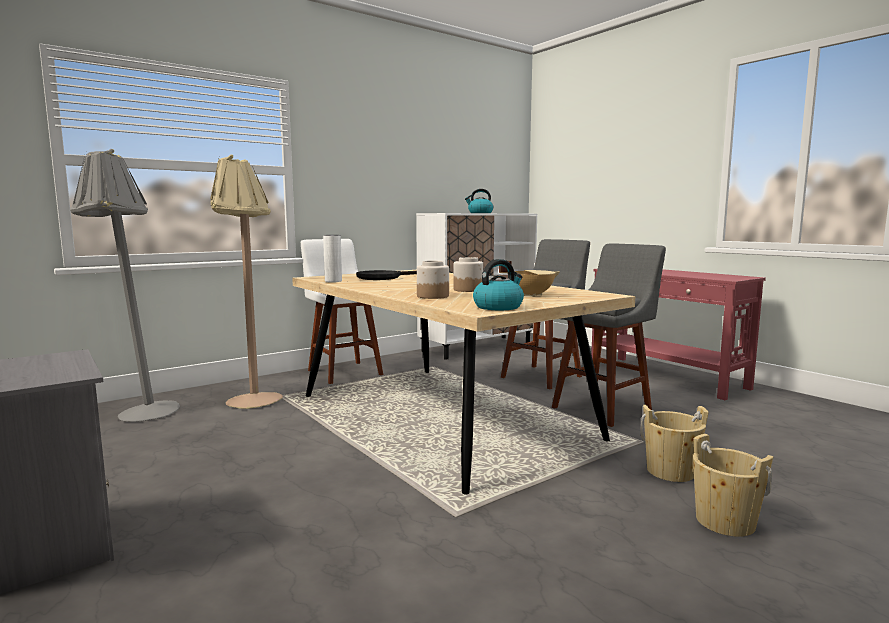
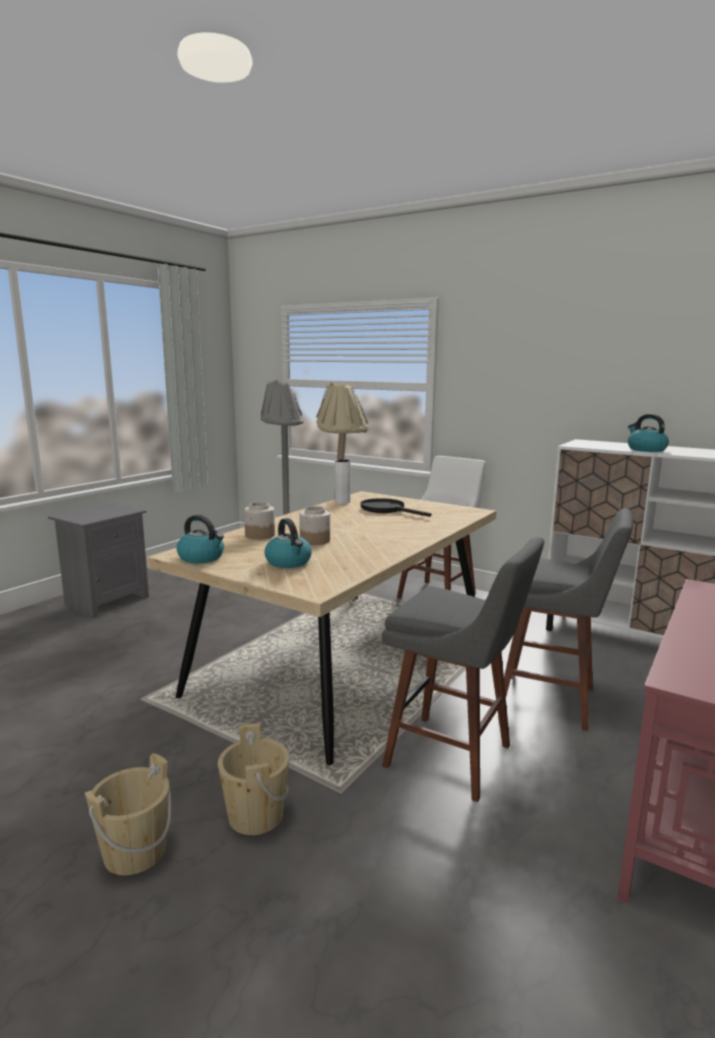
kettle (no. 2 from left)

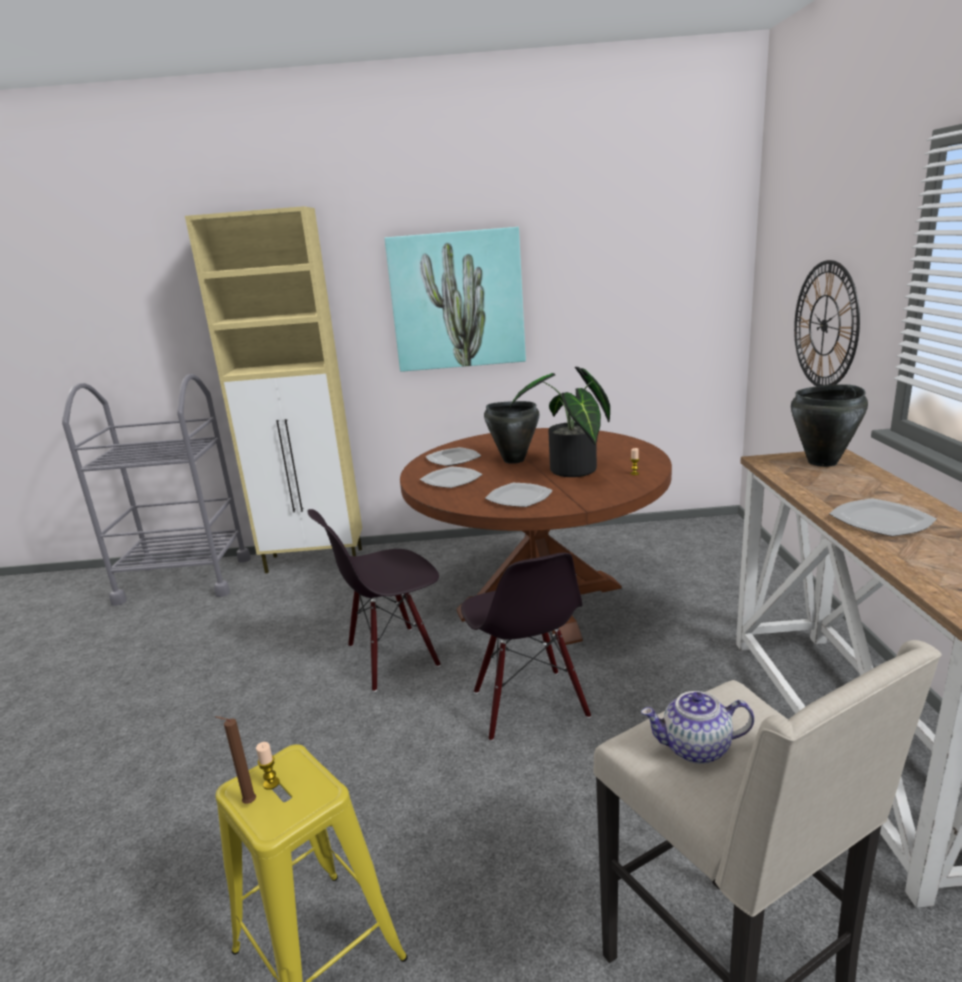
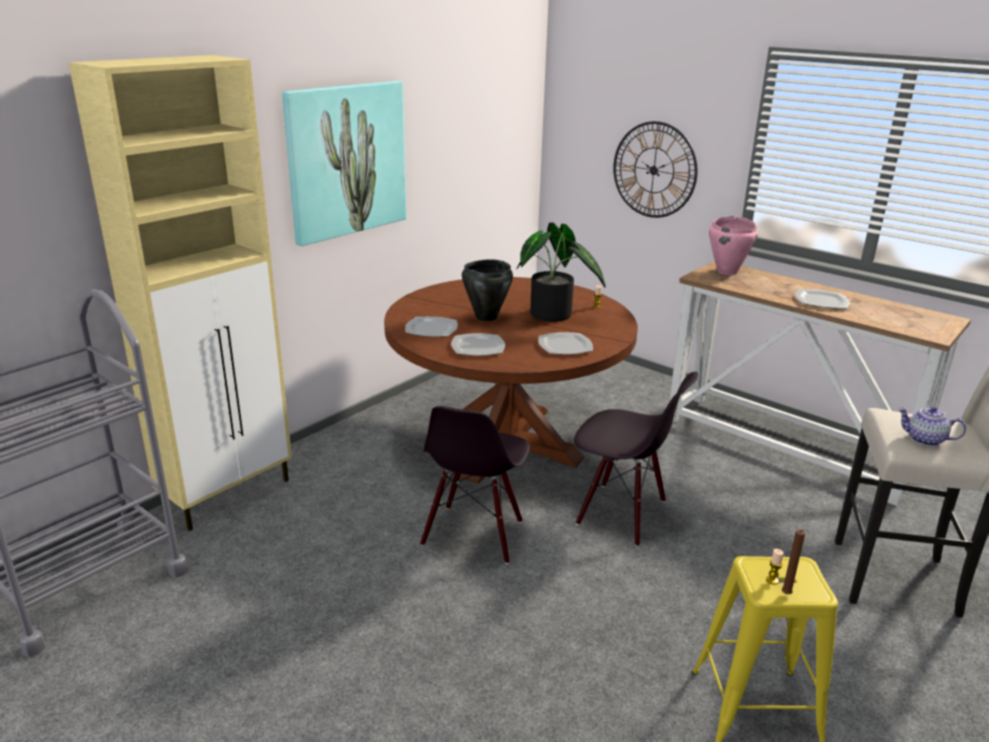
pinkish stockpot
pot for tea

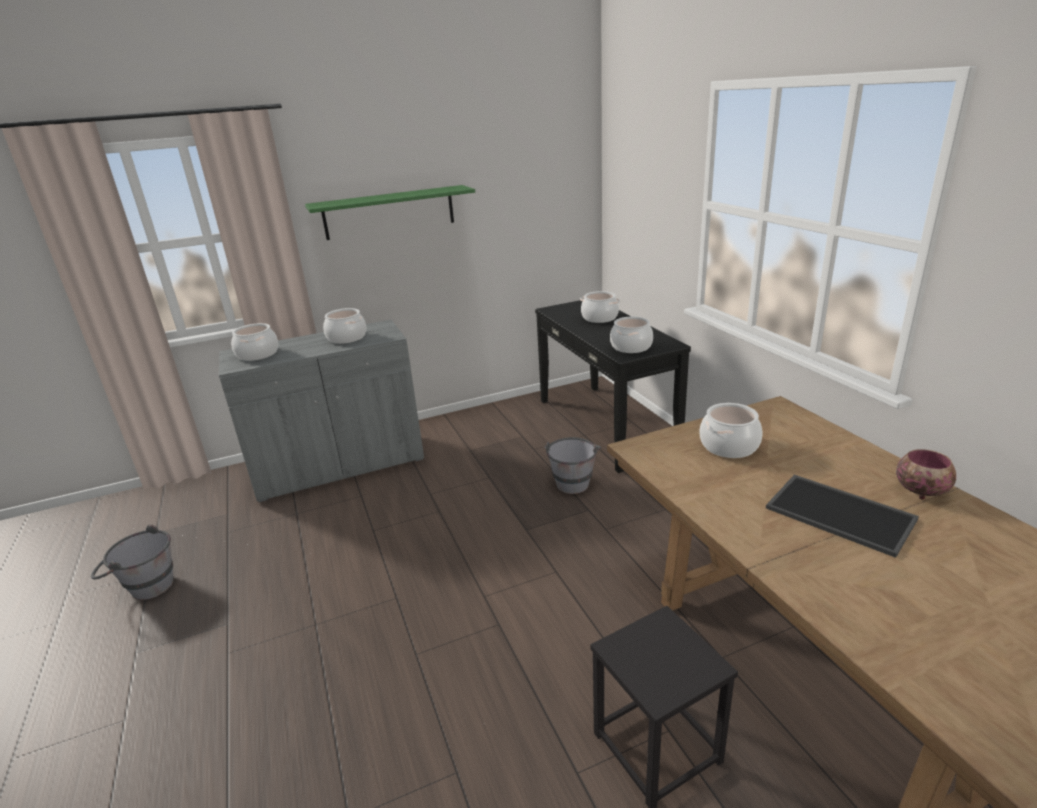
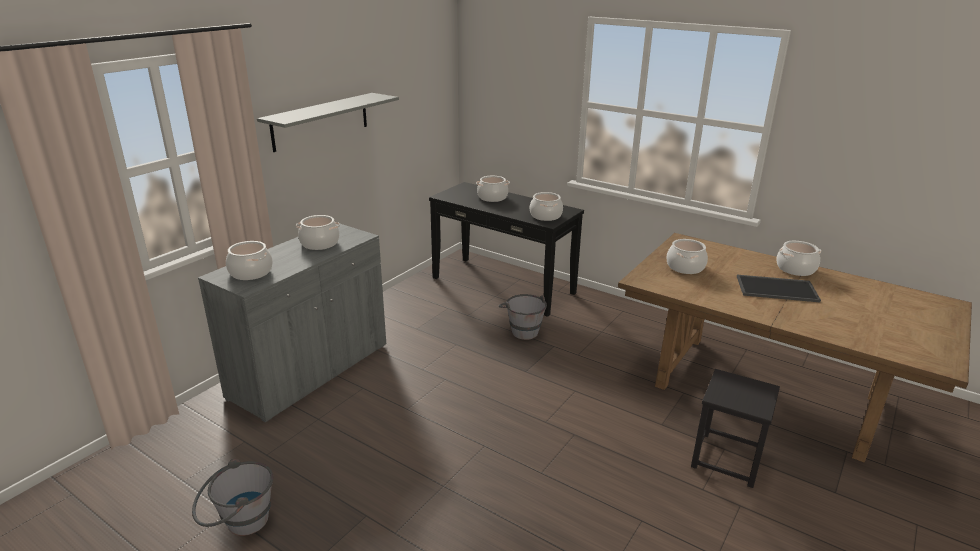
grey shelf
stockpot (no. 6 from left)

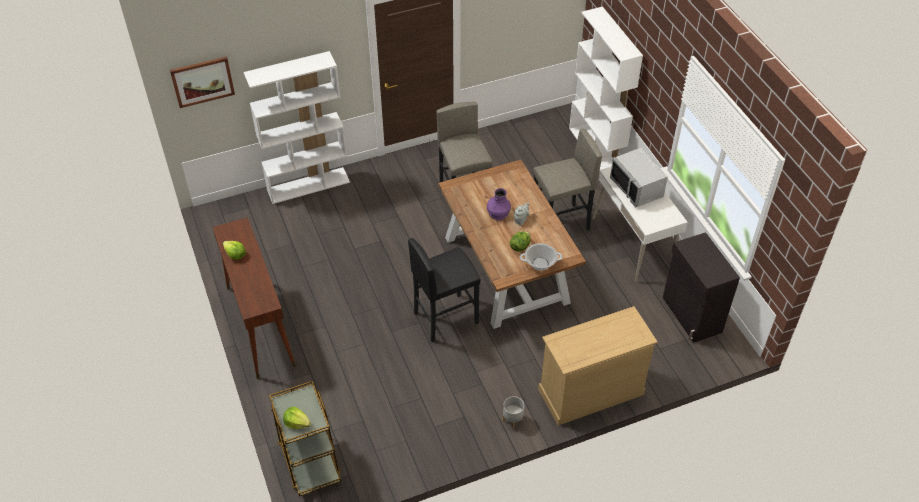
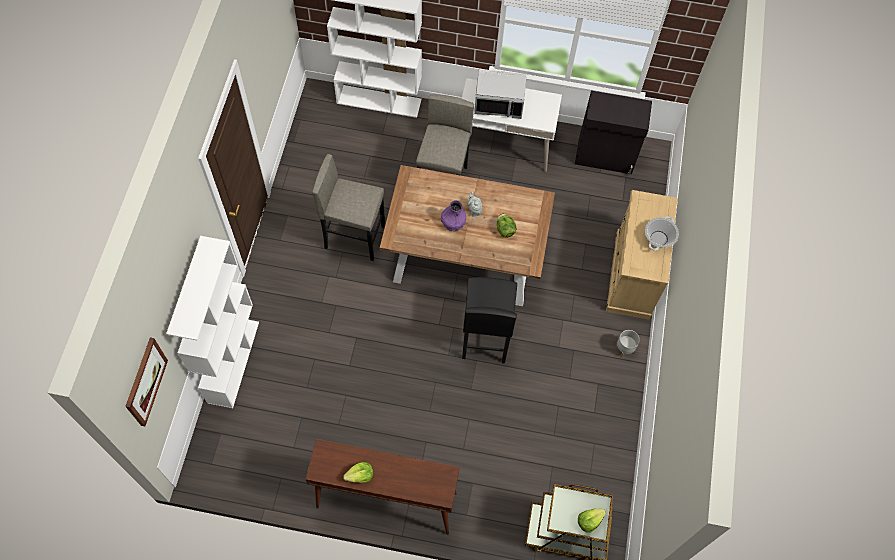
stockpot

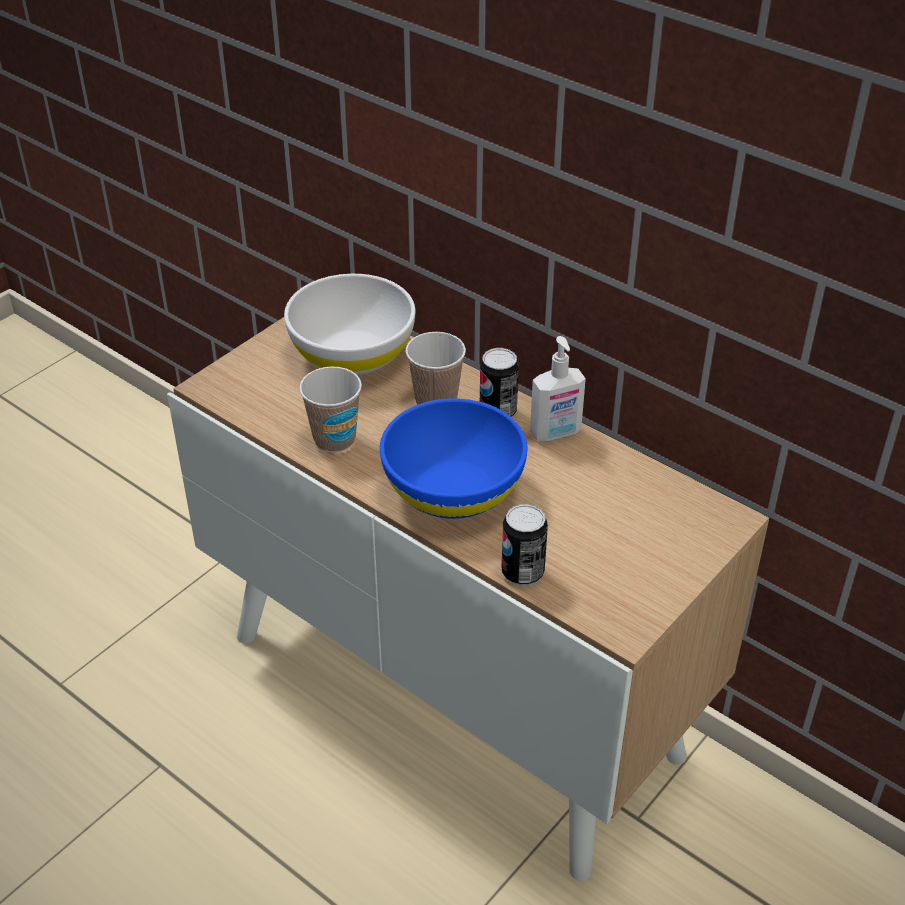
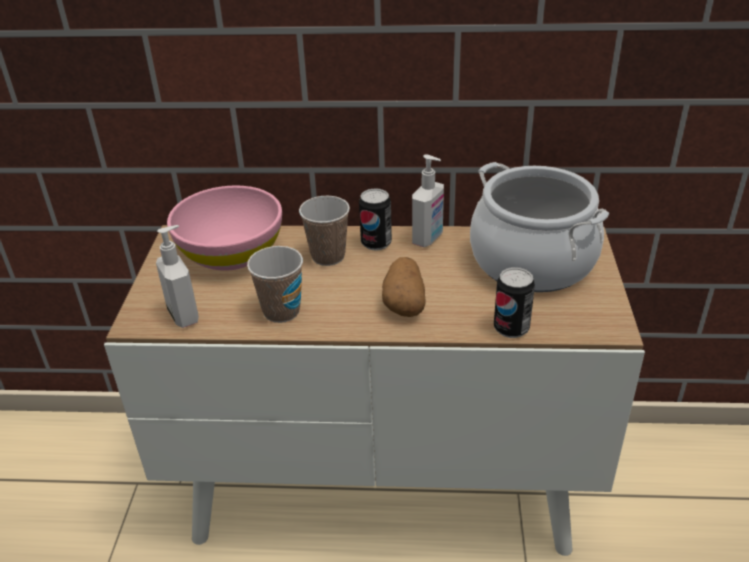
pinkish deep dish
potato
stockpot
soap dispenser (no. 1 from left)

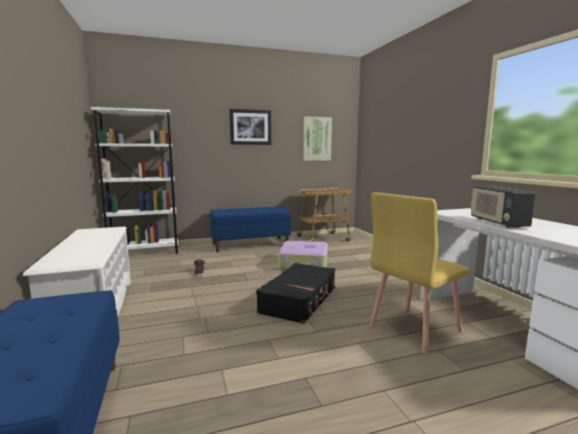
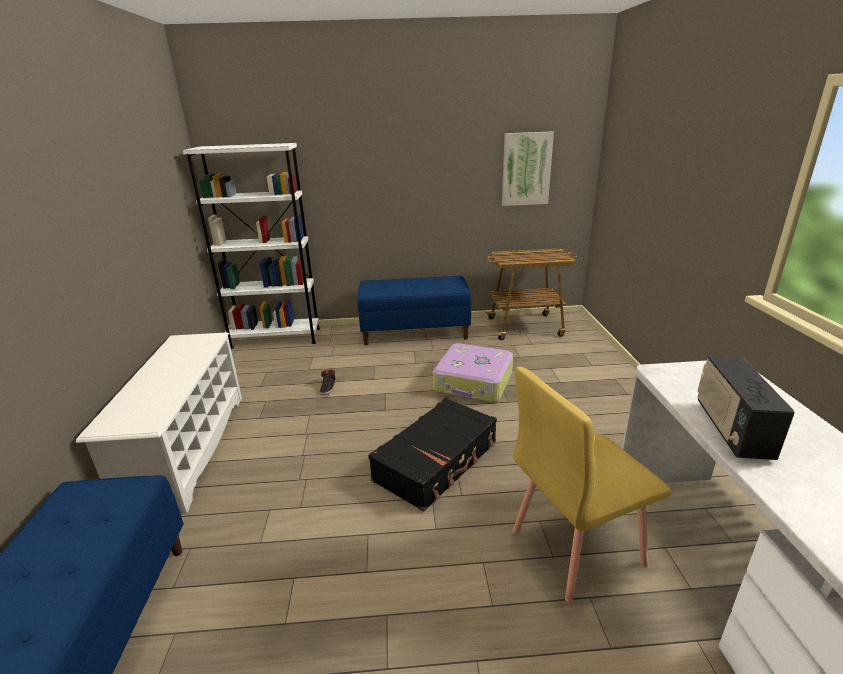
picture (no. 1 from left in the first image)

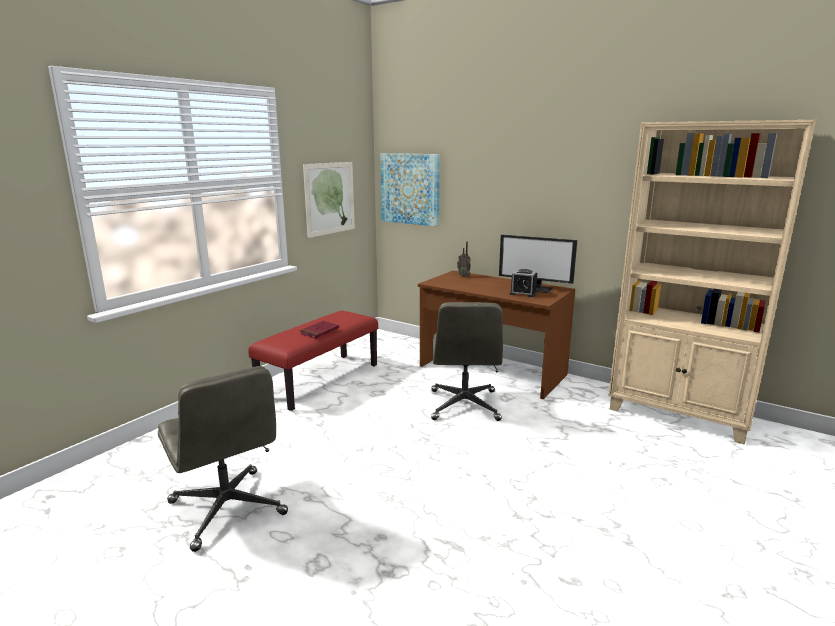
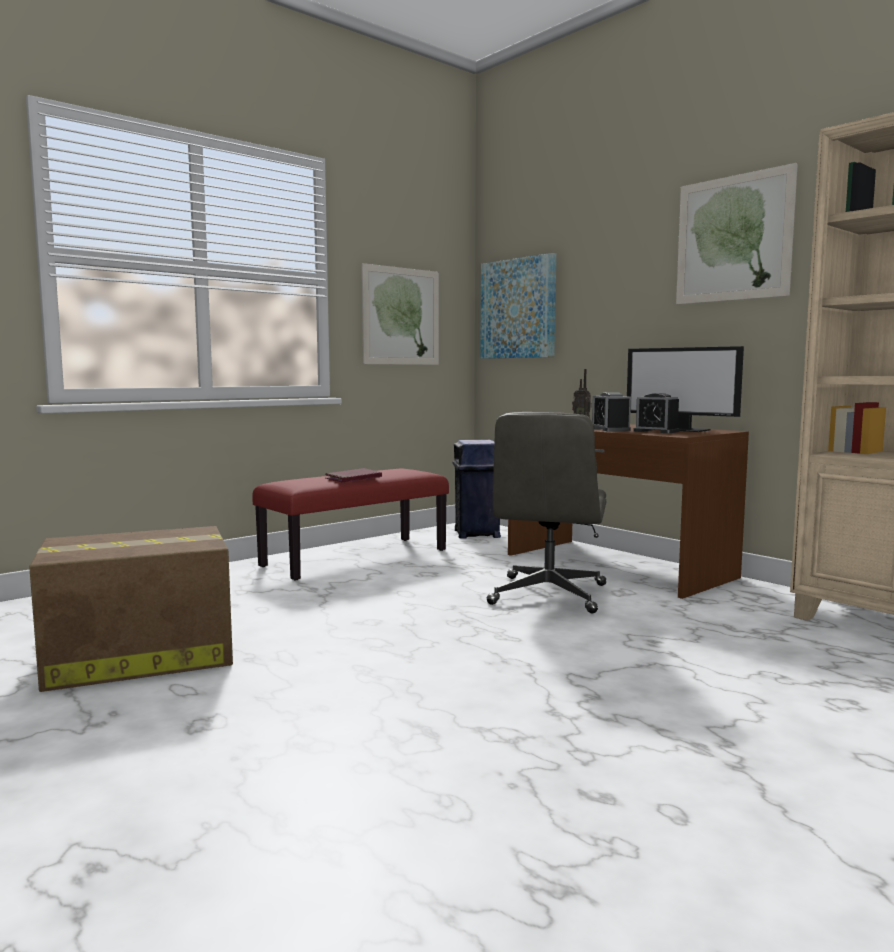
packing box
picture (no. 3 from left)
alarm clock (no. 1 from left)
blue rubbish bin

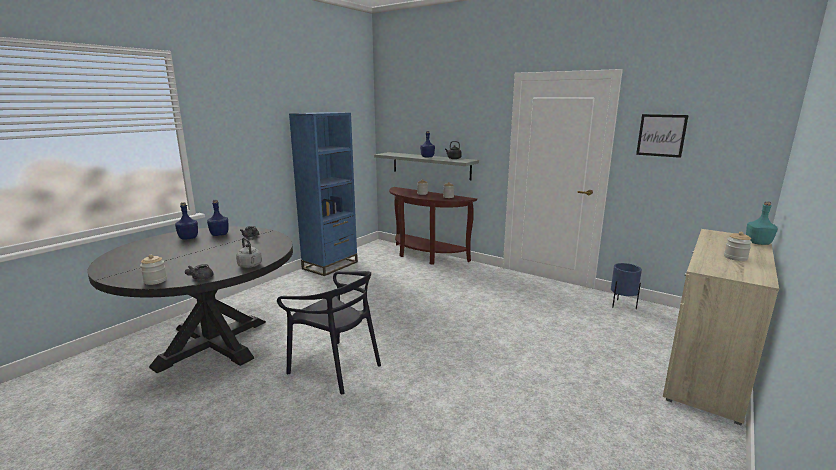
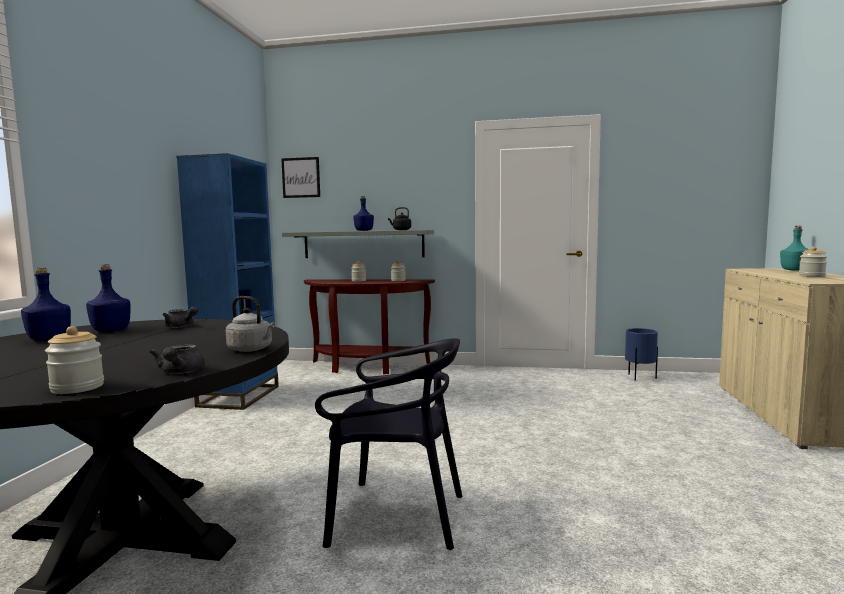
picture

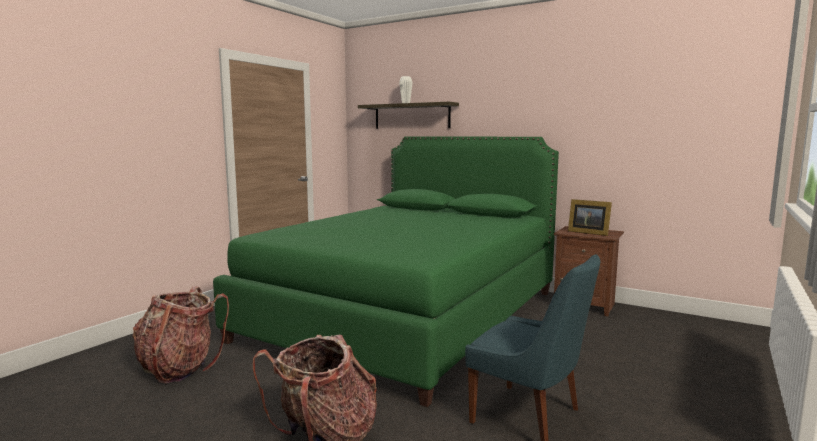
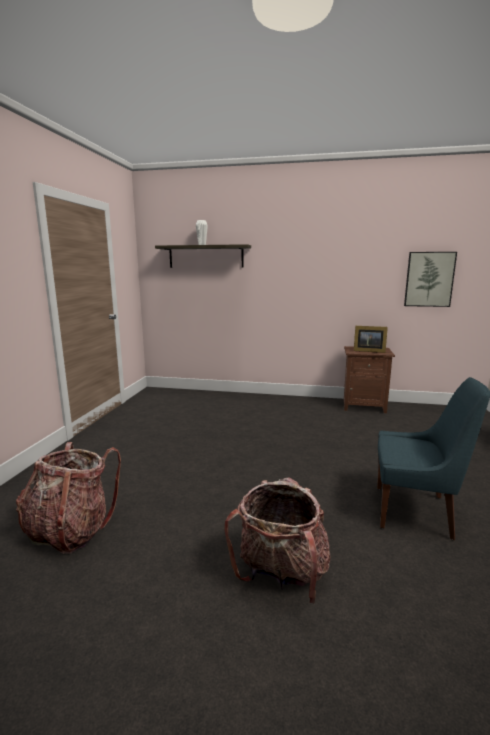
green sleeping bed
picture

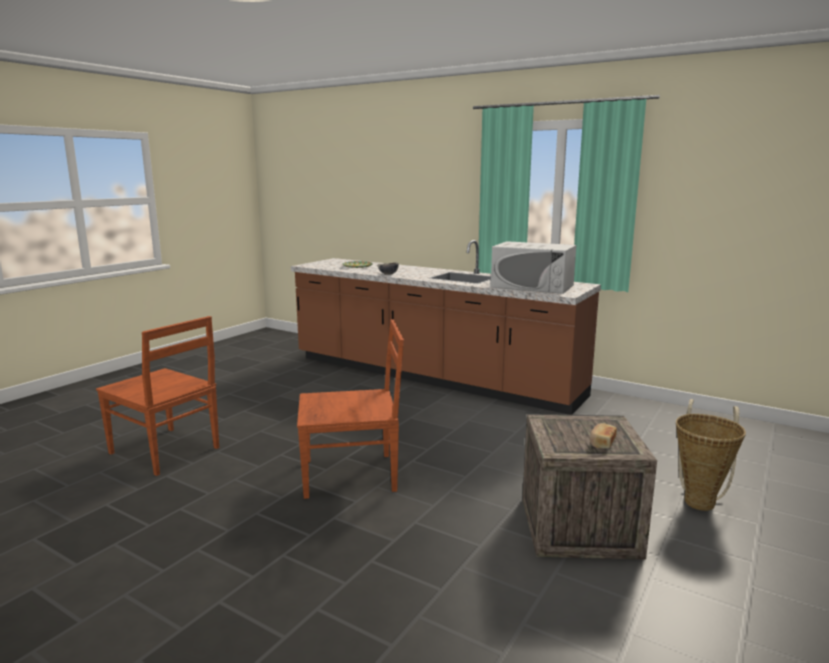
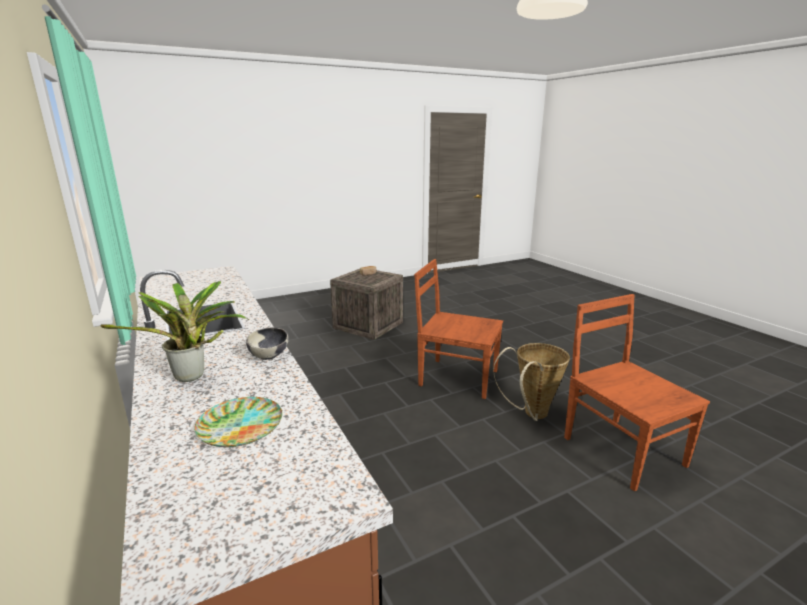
whitish microwave oven
storage basket
potted plant

